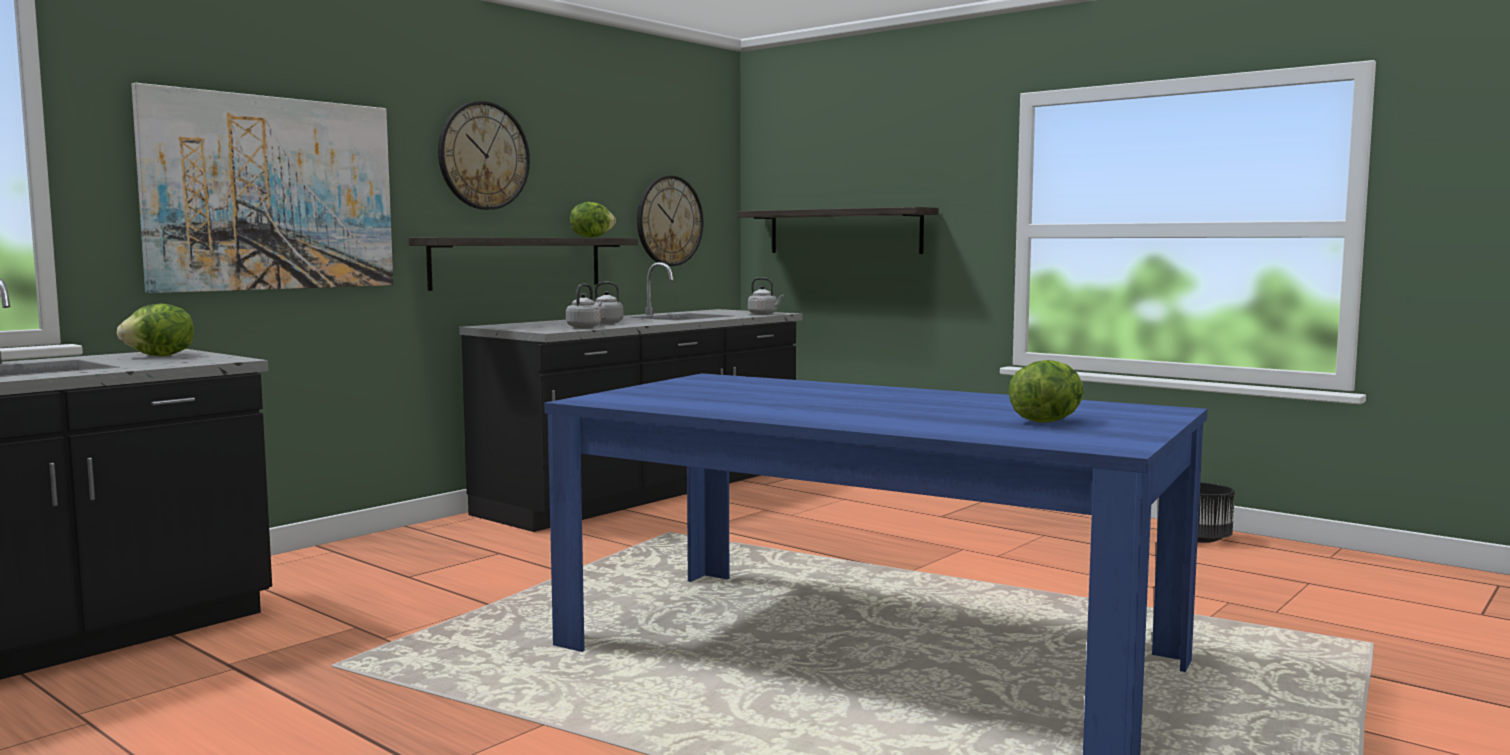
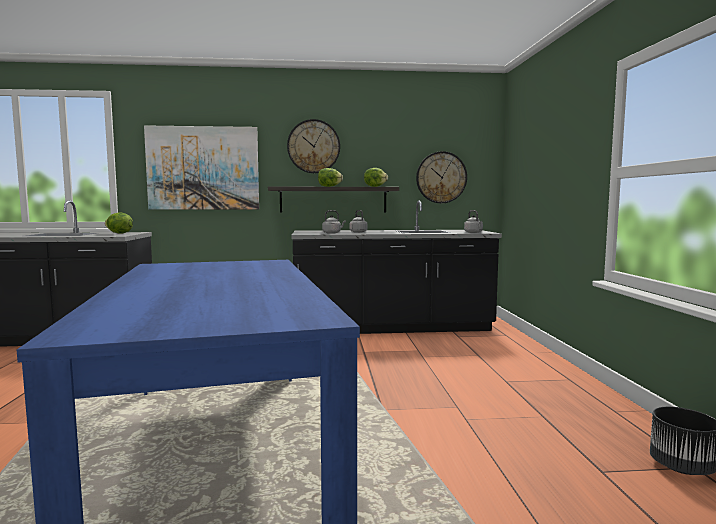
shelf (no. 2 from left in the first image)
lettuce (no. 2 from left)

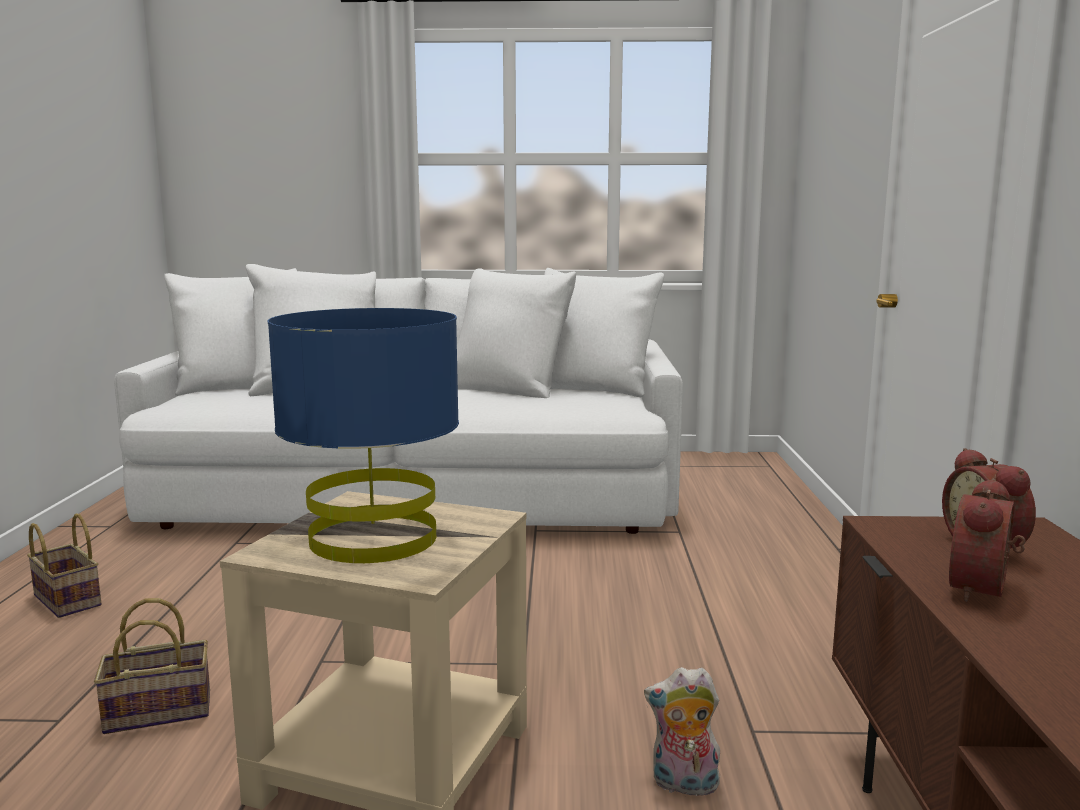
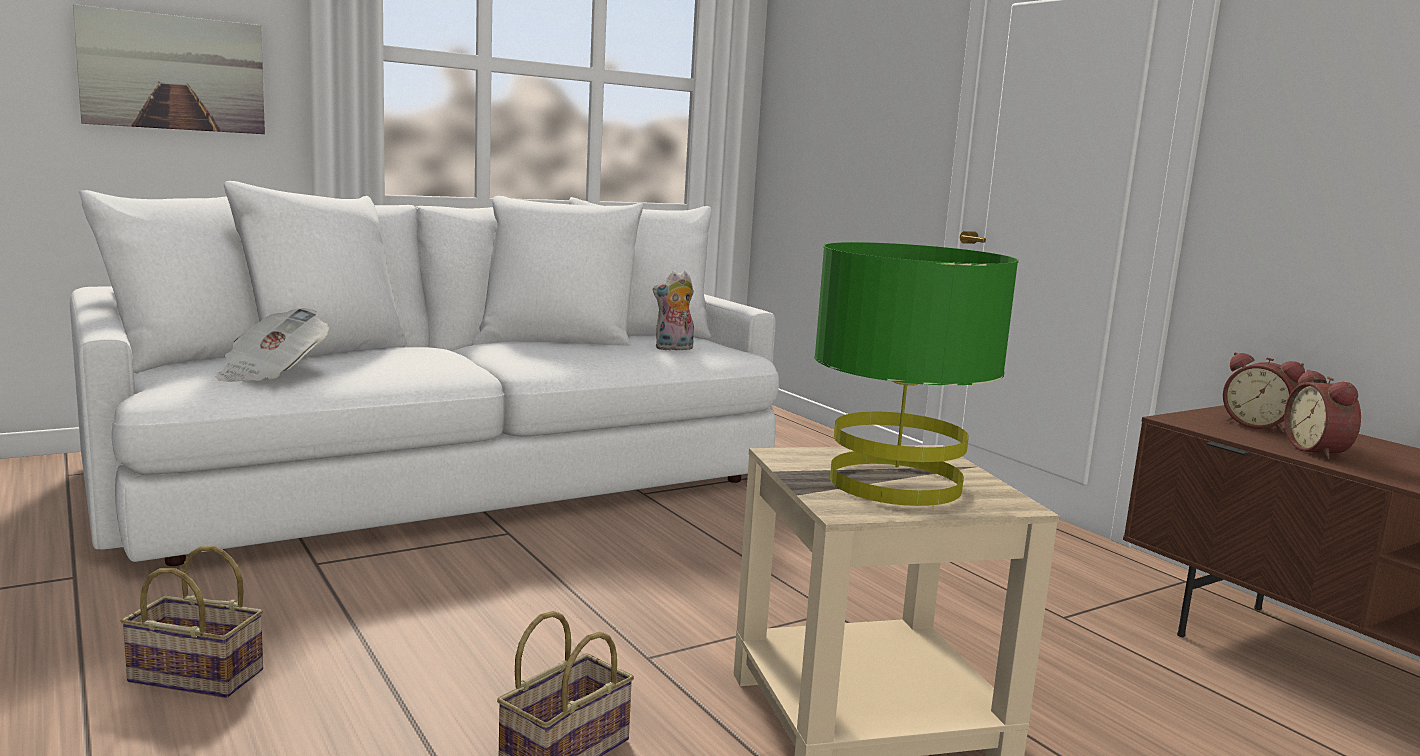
green table lamp
cuddly toy
picture
printed paper

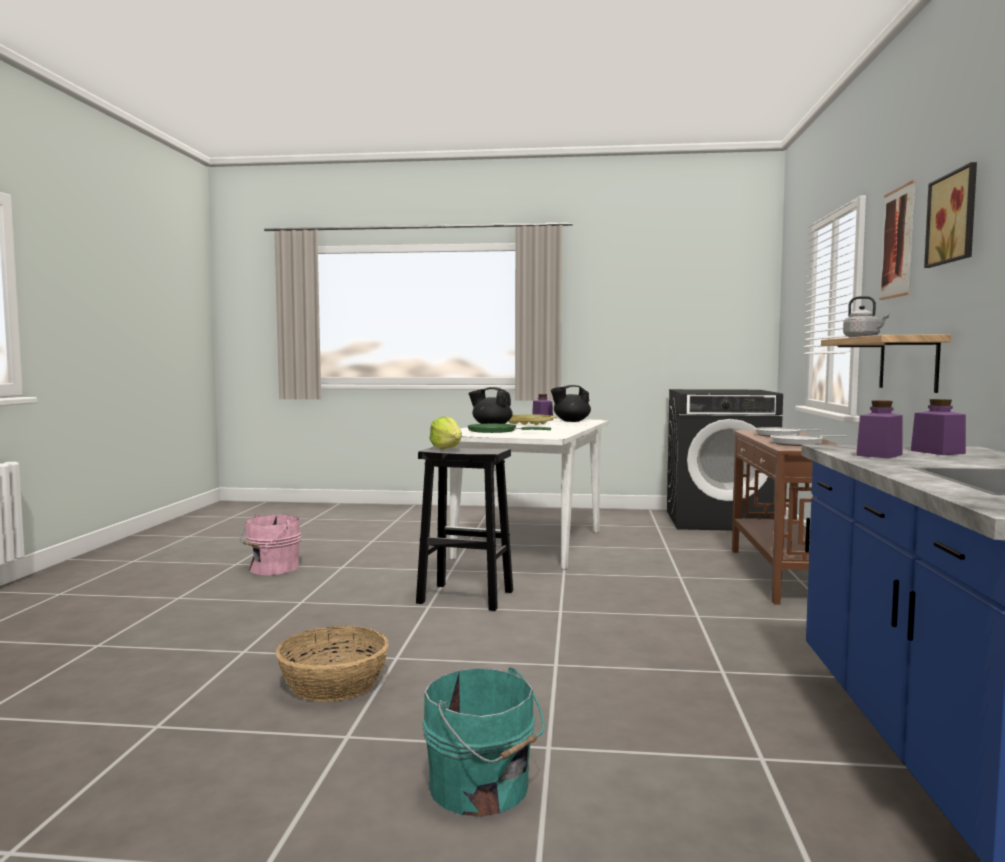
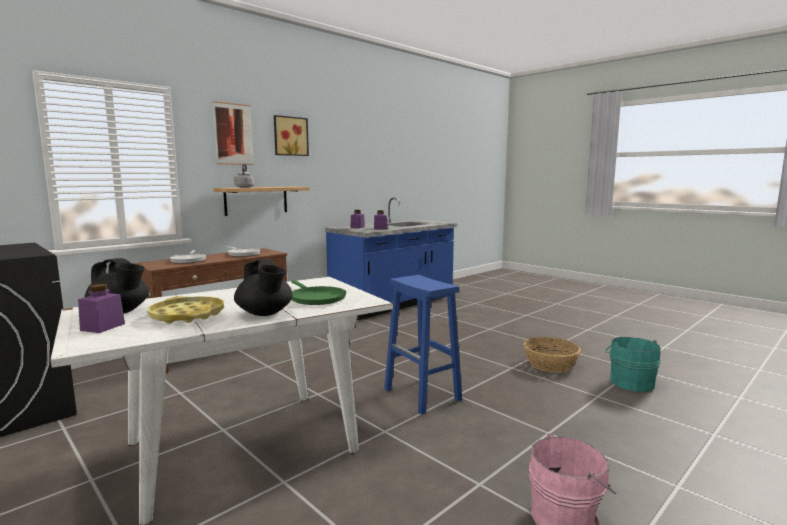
lettuce
blue sitting stool
turquoise bucket

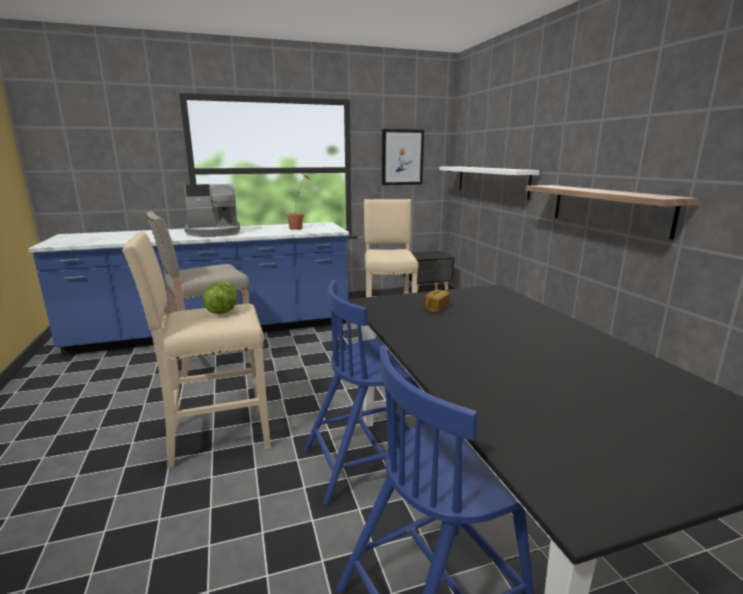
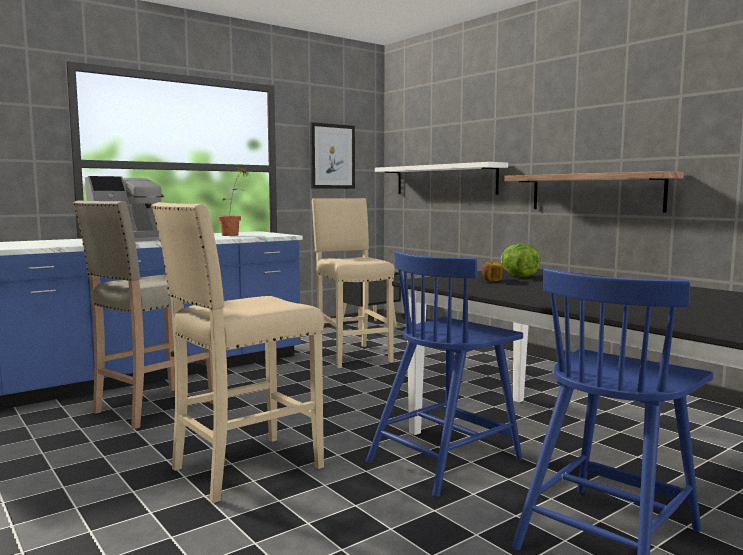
lettuce

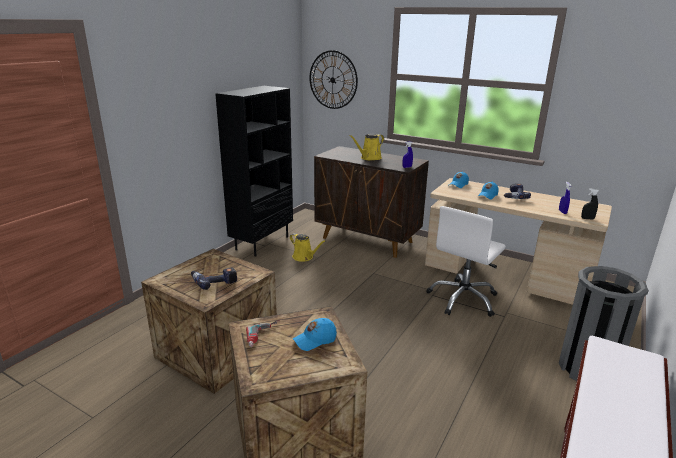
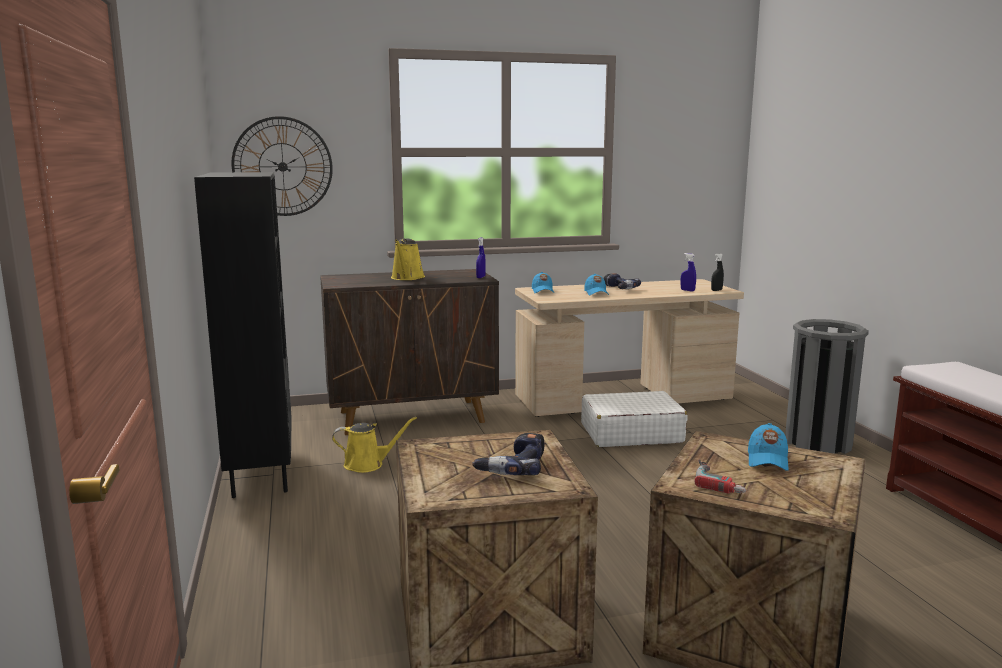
whitish piece of luggage

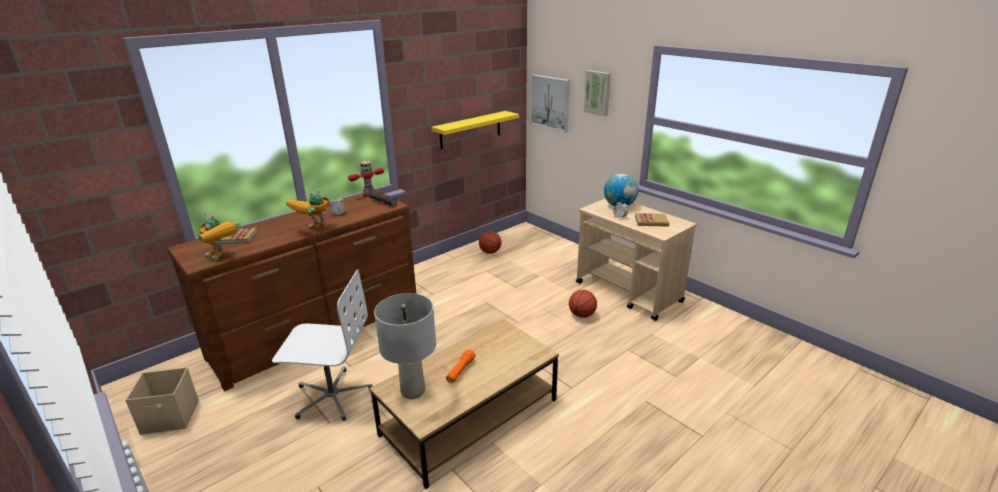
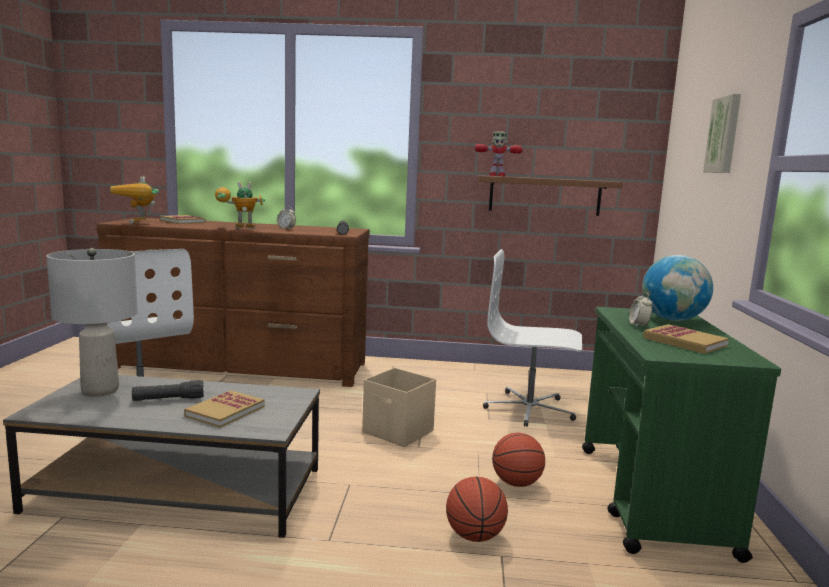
picture (no. 1 from left in the first image)
brown shelf
model robot (no. 3 from left)
green wheeled cart
basketball (no. 1 from left)
grey low table
blackish torch (no. 1 from left)
beige storage container
whitish office chair (no. 2 from left)
book (no. 2 from left)

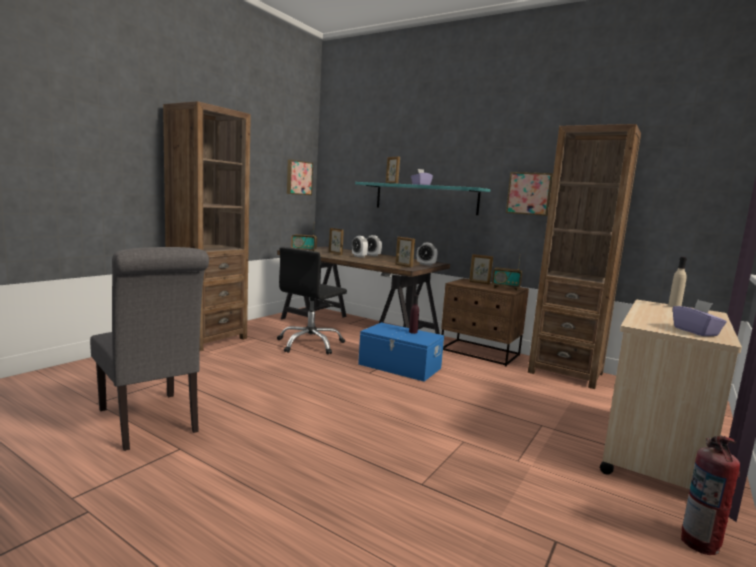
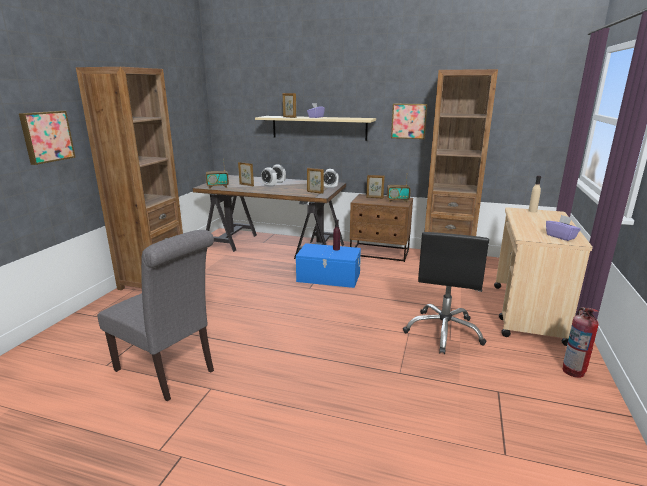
picture (no. 1 from left)
beige shelf
blackish office chair

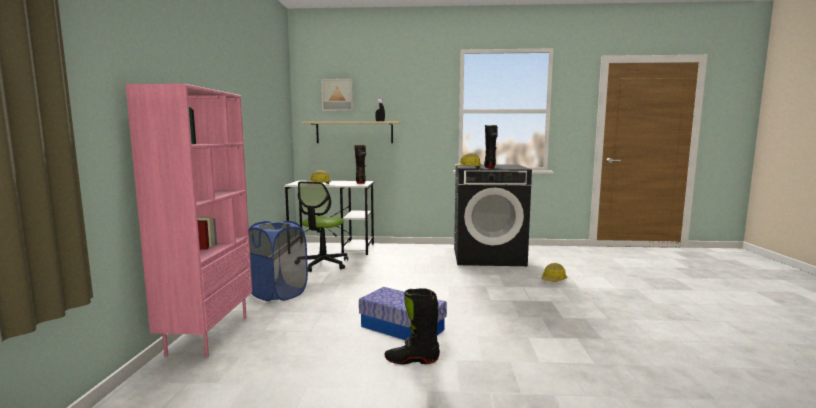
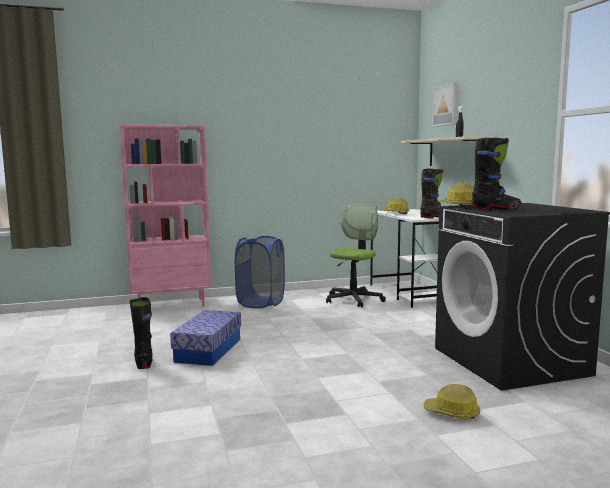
office chair

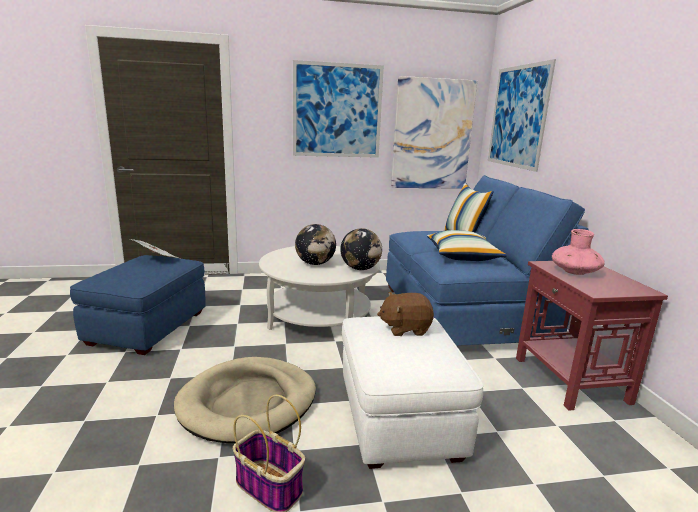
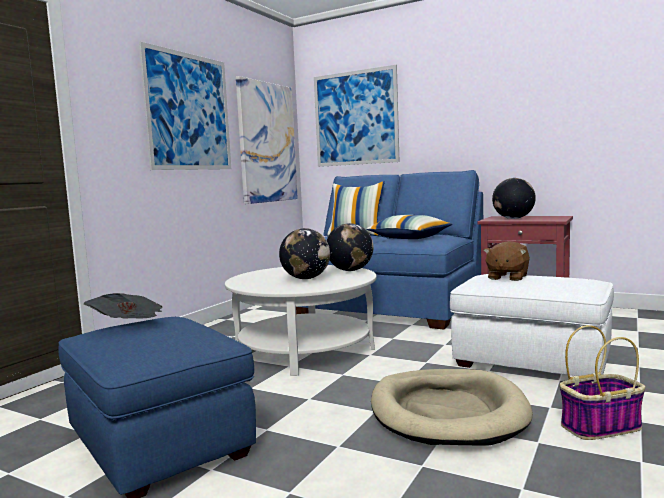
desk globe (no. 3 from left)

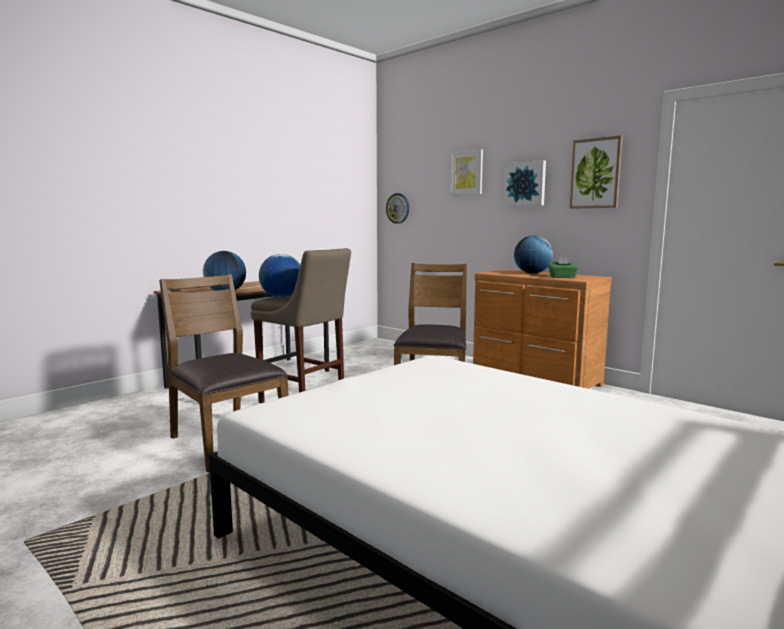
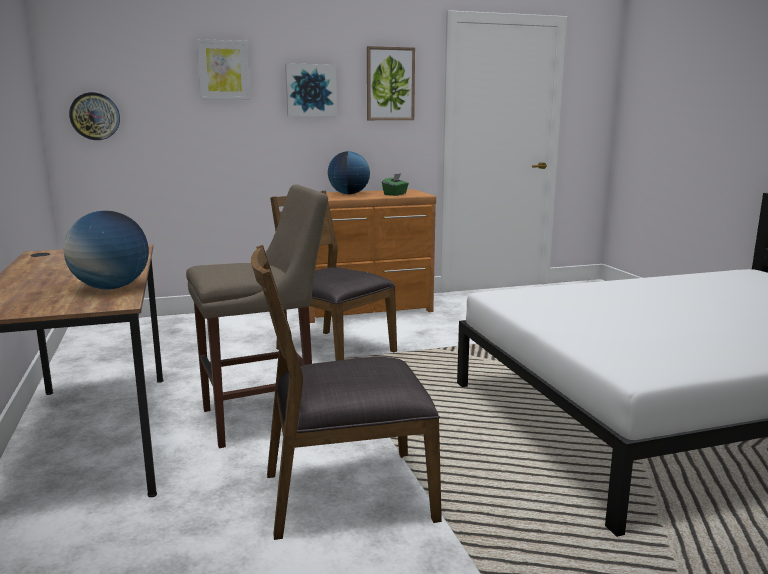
desk globe (no. 2 from left in the first image)

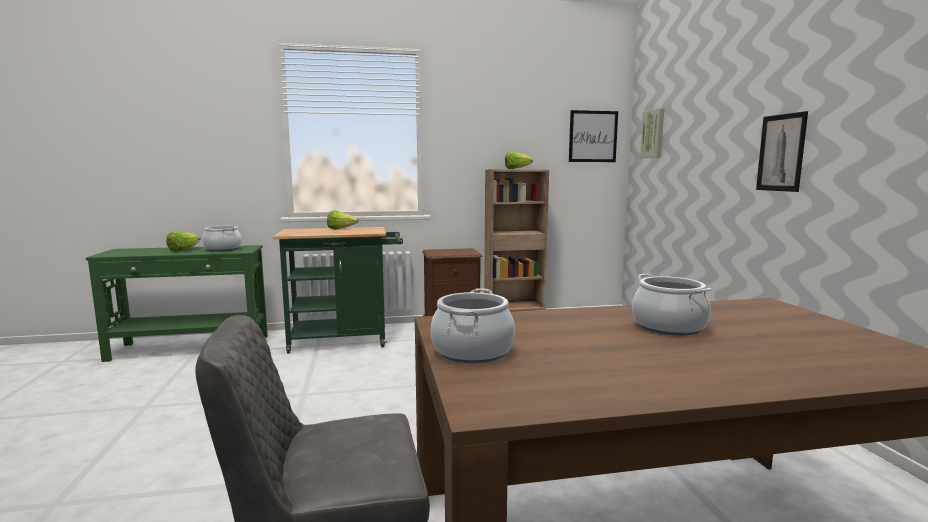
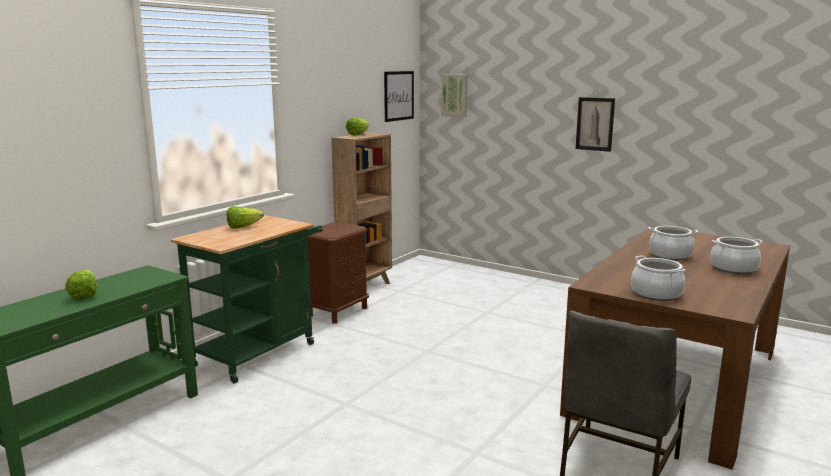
stockpot (no. 3 from left)

